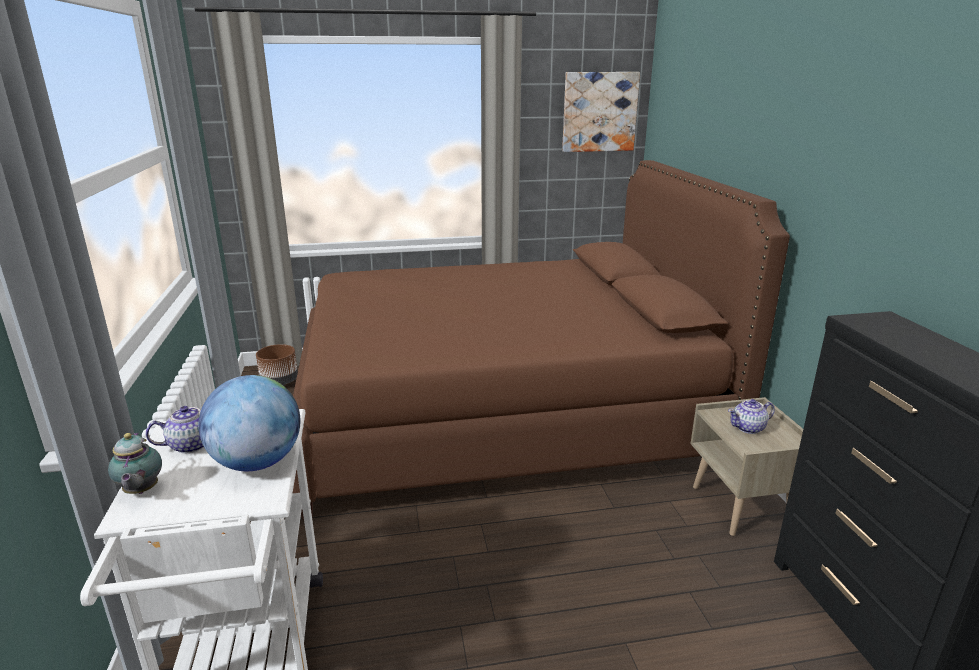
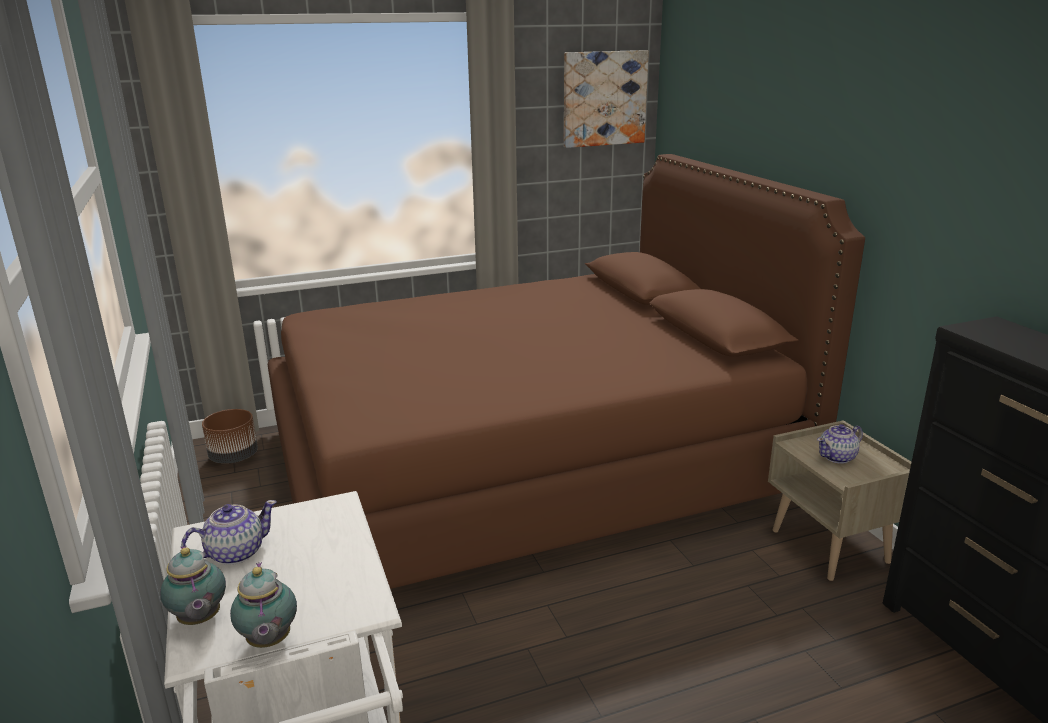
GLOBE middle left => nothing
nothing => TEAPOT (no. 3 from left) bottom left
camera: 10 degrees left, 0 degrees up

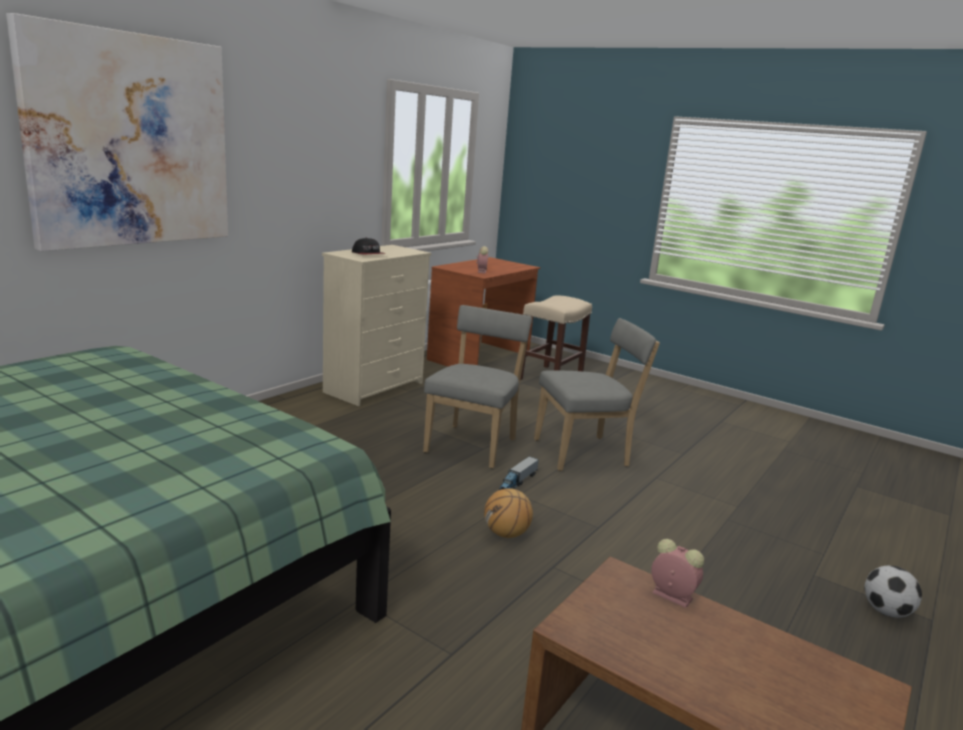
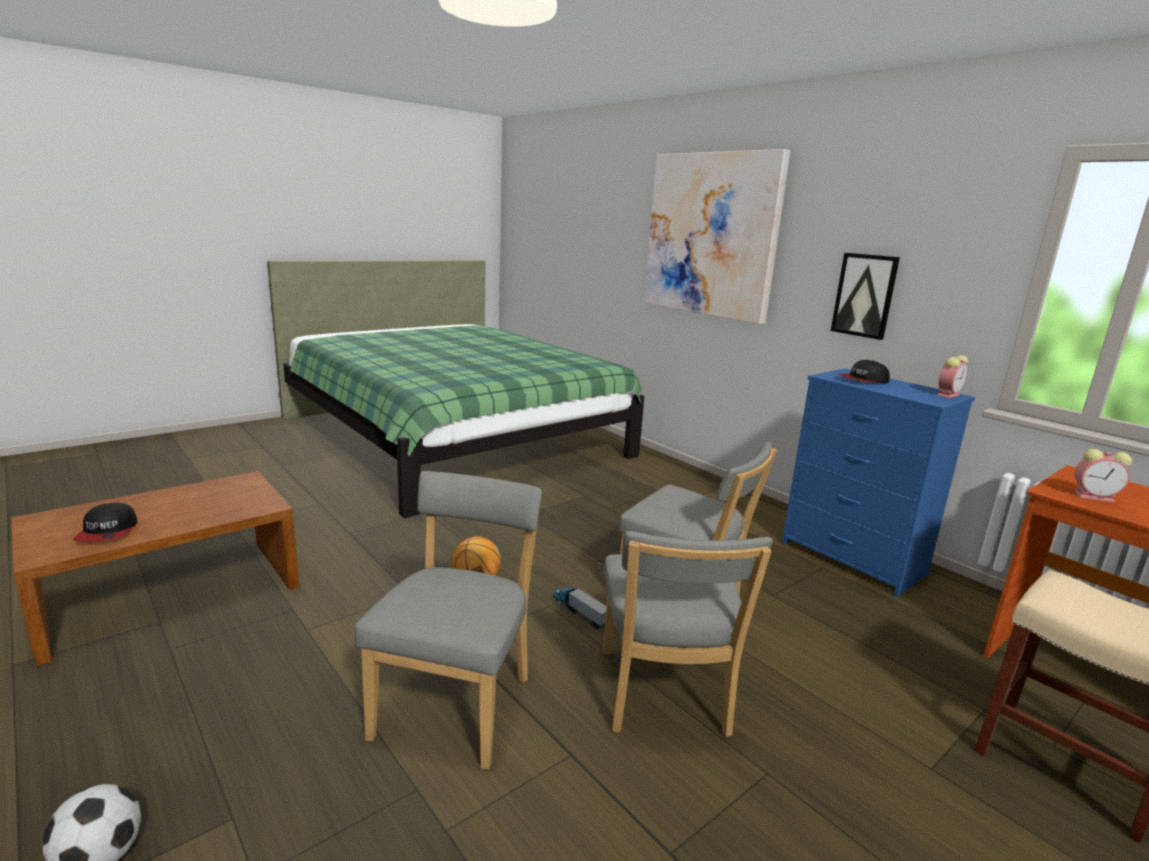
nothing => CAP (no. 1 from left) middle left
nothing => GREY CHAIR (no. 1 from left) bottom centre
nothing => PICTURE (no. 2 from left) middle right
ALARM CLOCK (no. 2 from left in the first image) bottom right => ALARM CLOCK (no. 1 from left) middle right, relocated
BEIGE DRESSER centre => BLUE DRESSER middle right
camera: 105 degrees right, 0 degrees up

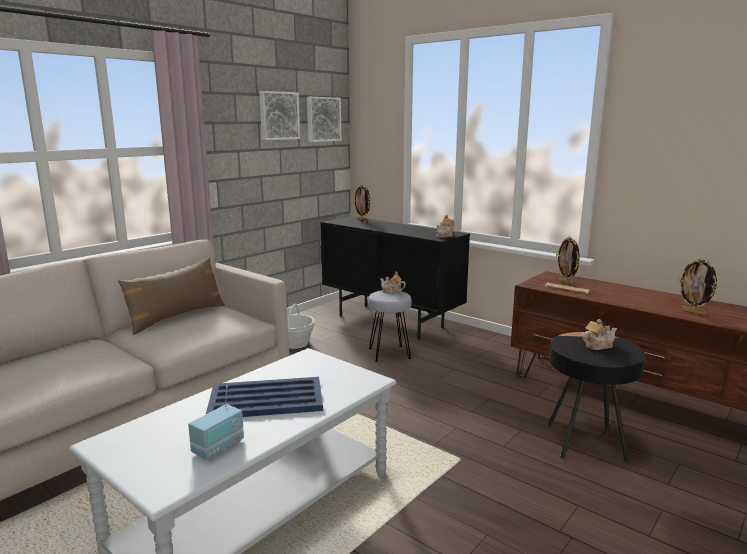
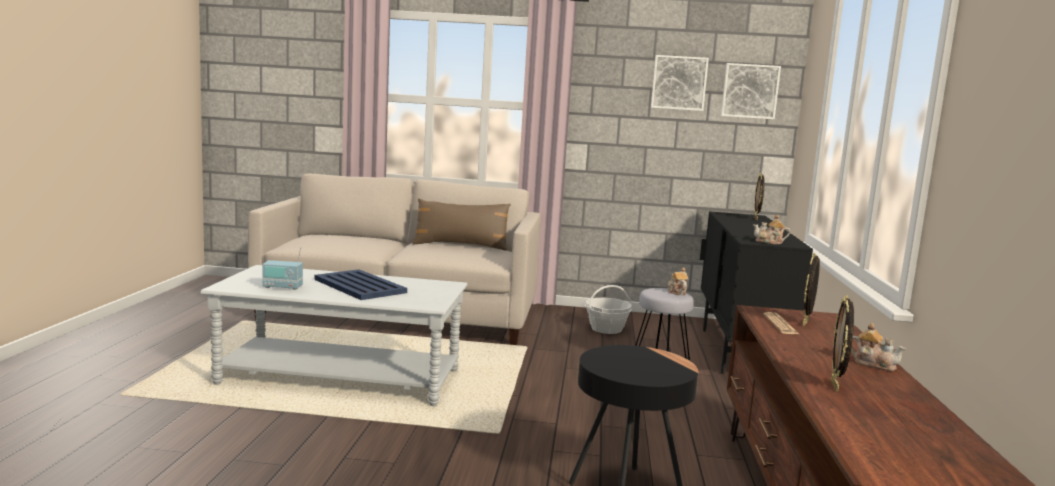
TEAPOT (no. 3 from left) middle right => TEAPOT (no. 3 from left) bottom right, relocated
camera: 55 degrees right, 5 degrees down

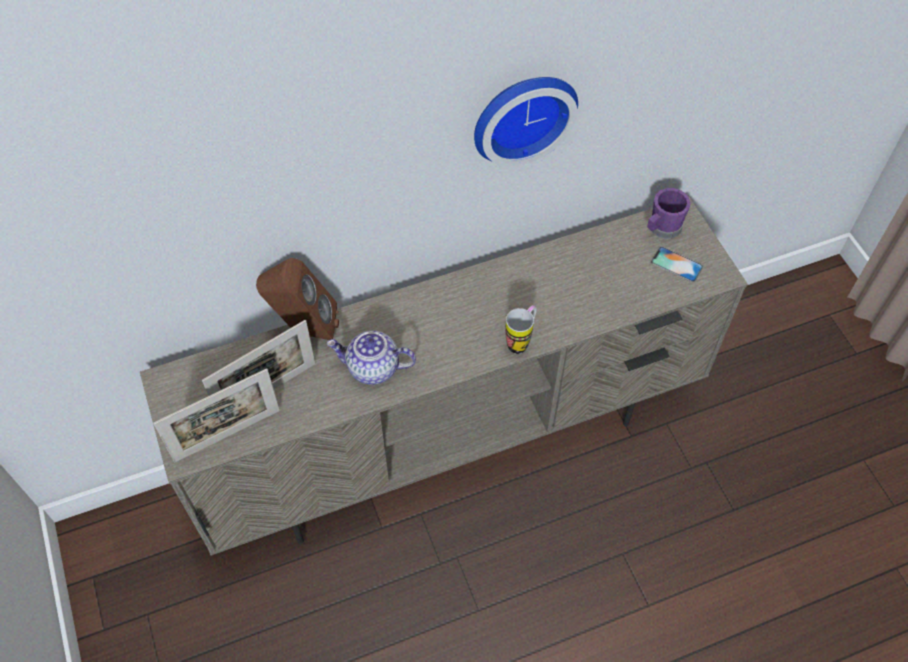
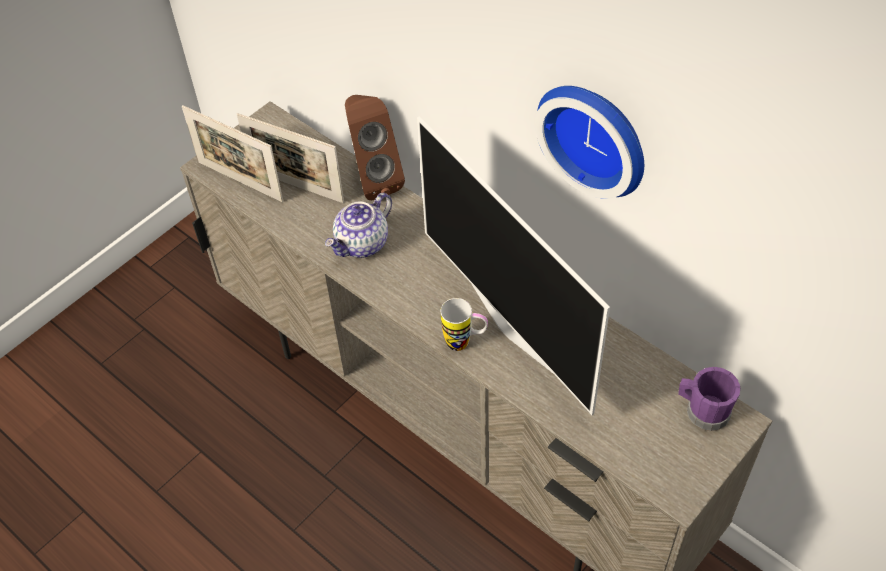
PHONE middle right => nothing
nothing => TELEVISION centre
TEAPOT centre, 120 degrees counterclockwise
camera: 65 degrees right, 5 degrees down

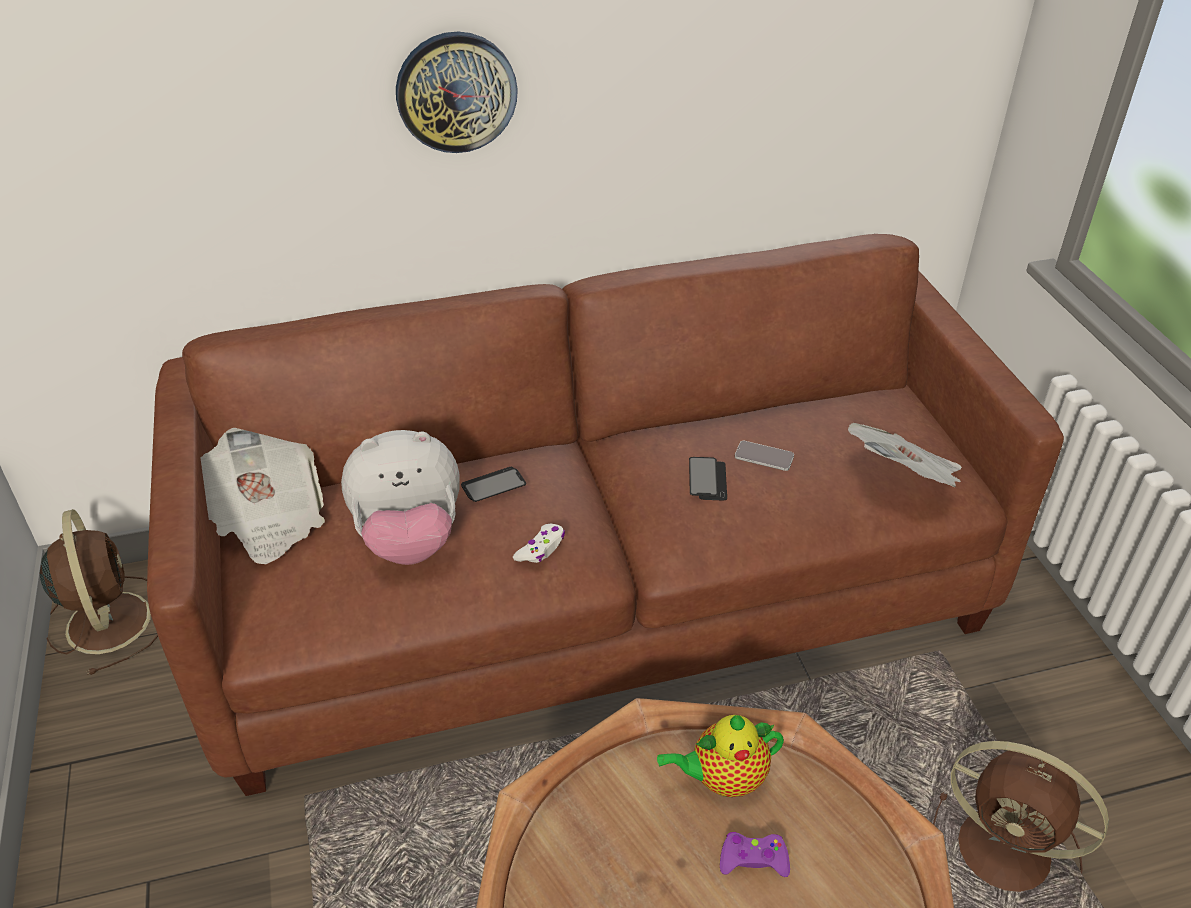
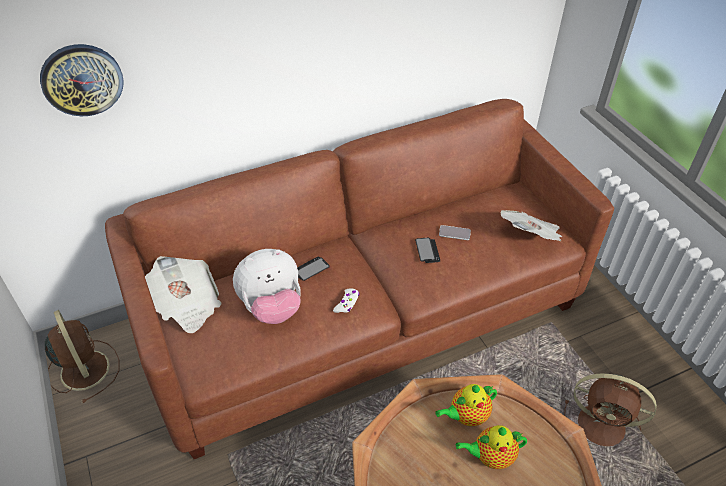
WALL CLOCK top centre => WALL CLOCK top left, relocated
PURPLE GAME CONTROLLER bottom centre => TEAPOT (no. 2 from left) bottom right
camera: 10 degrees left, 5 degrees up

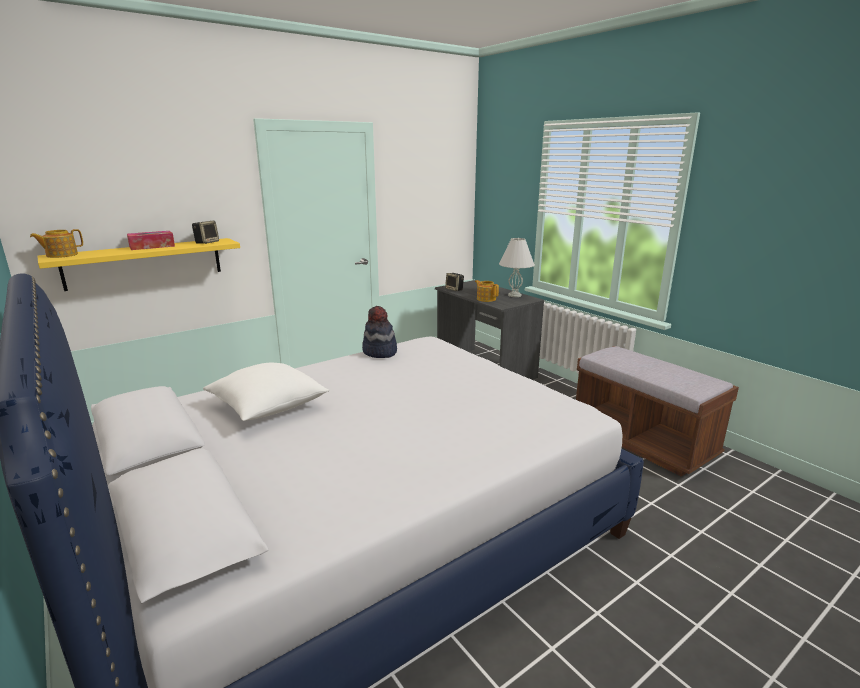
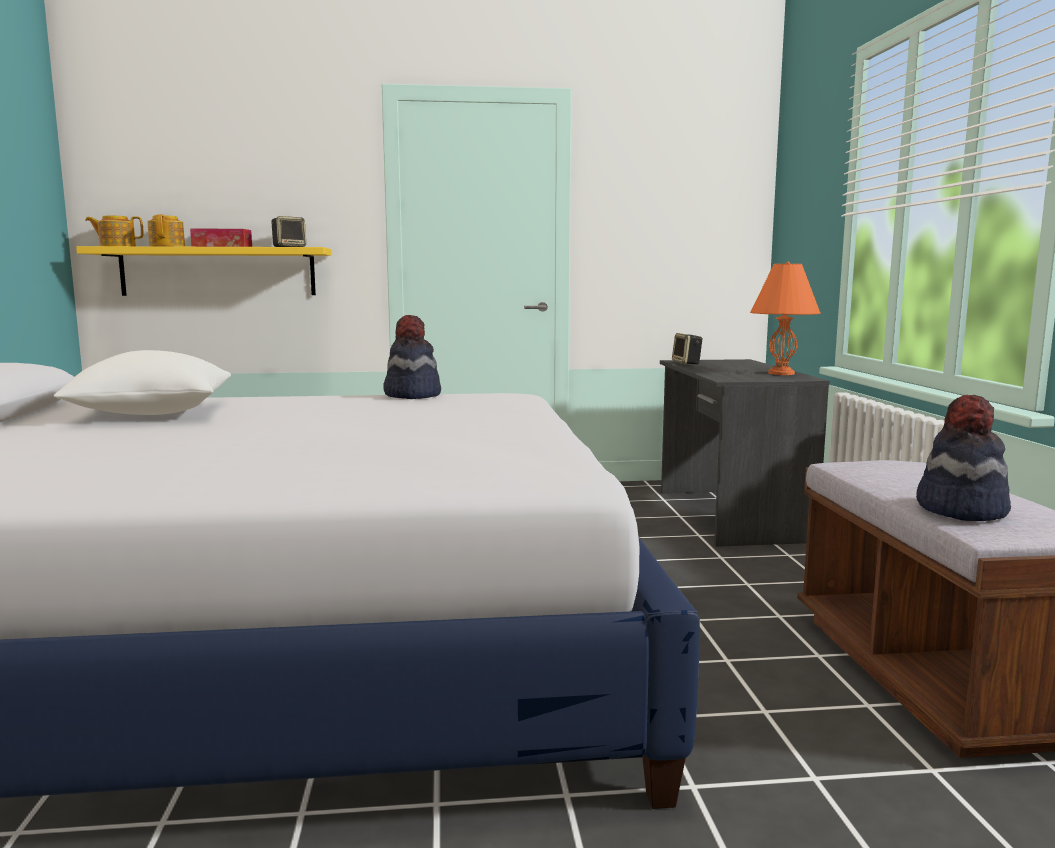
nothing => HAT (no. 2 from left) middle right
TEAPOT (no. 2 from left) centre => TEAPOT (no. 2 from left) top left, relocated
WHITE TABLE LAMP centre => ORANGE TABLE LAMP middle right
camera: 30 degrees right, 10 degrees down

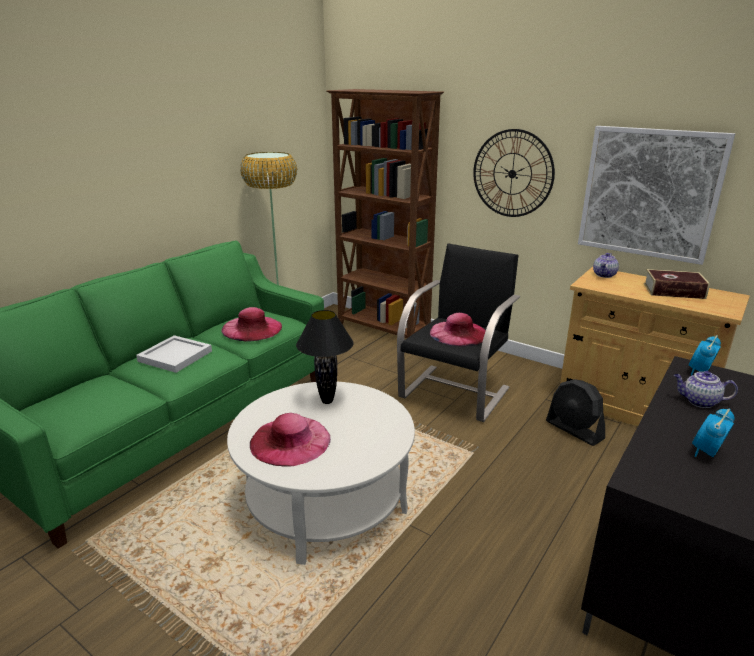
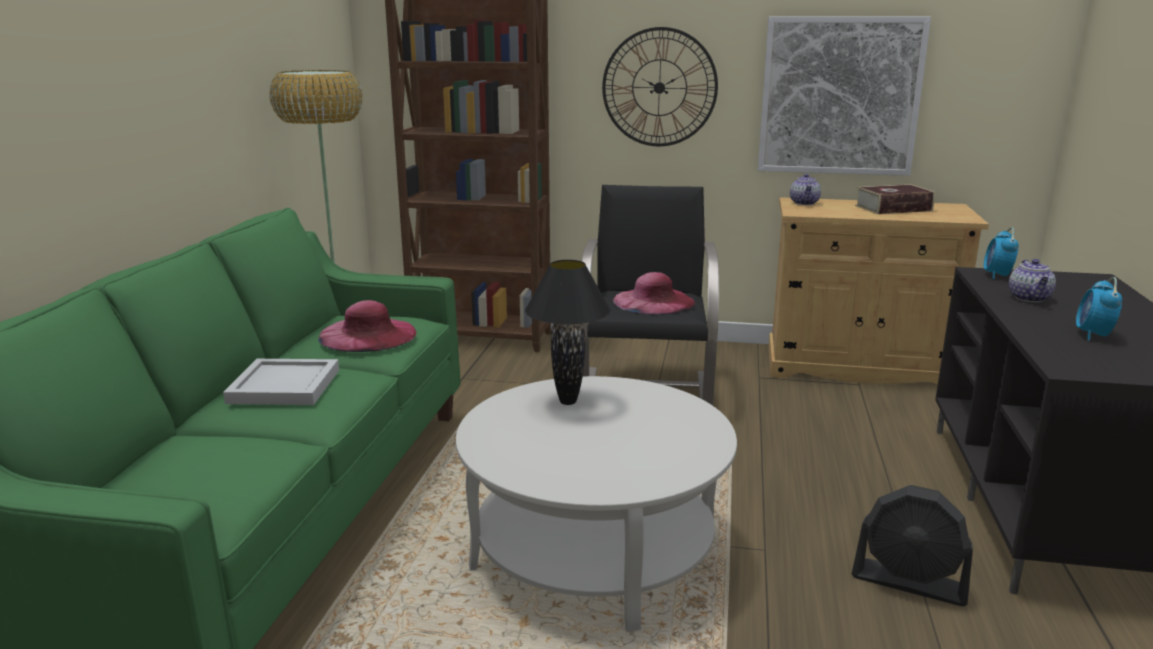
PINK HAT (no. 2 from left) bottom centre => nothing
BLACK FAN middle right => BLACK FAN bottom right, relocated
TEAPOT (no. 2 from left) middle right, 75 degrees counterclockwise
camera: 25 degrees left, 5 degrees down

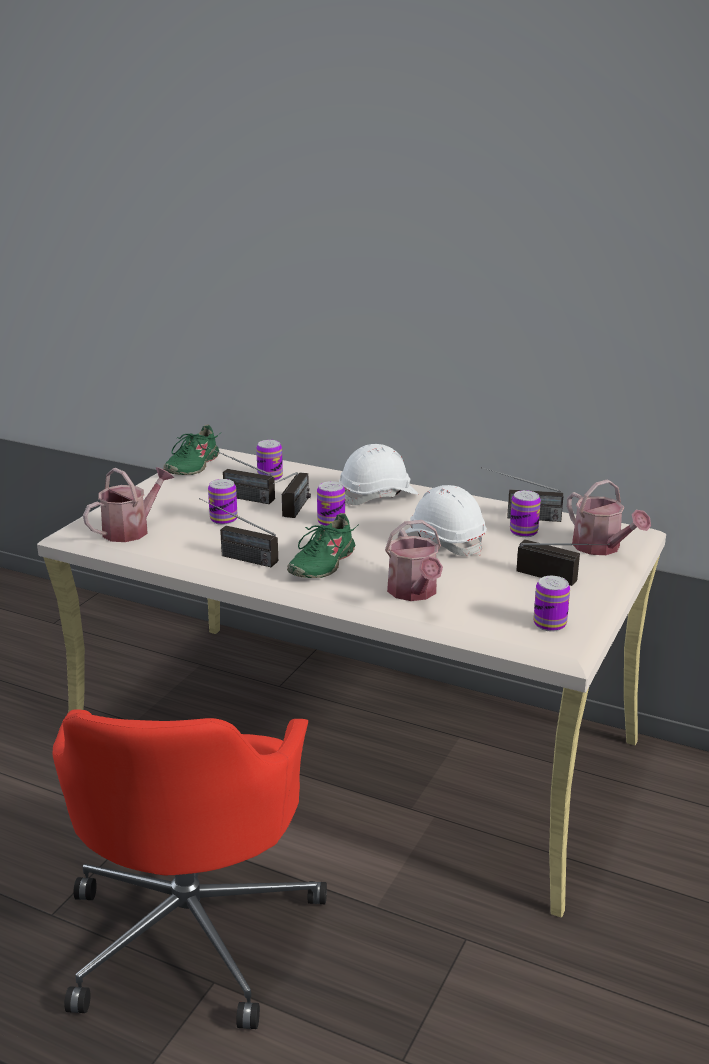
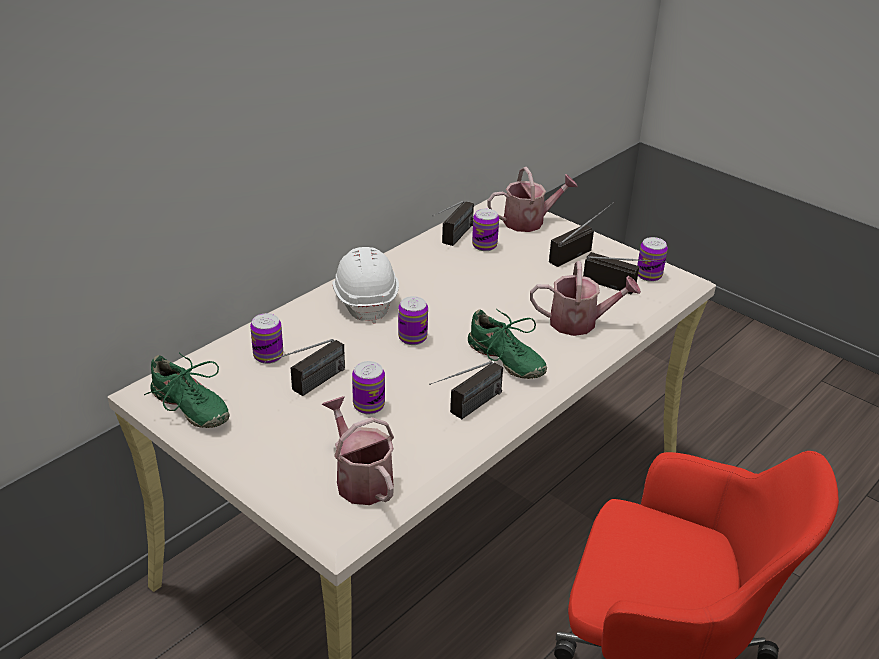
WHITE HARD HAT (no. 2 from left) centre => nothing
RADIO (no. 3 from left in the first image) centre => RADIO (no. 5 from left) middle right, relocated
camera: 75 degrees left, 10 degrees up

